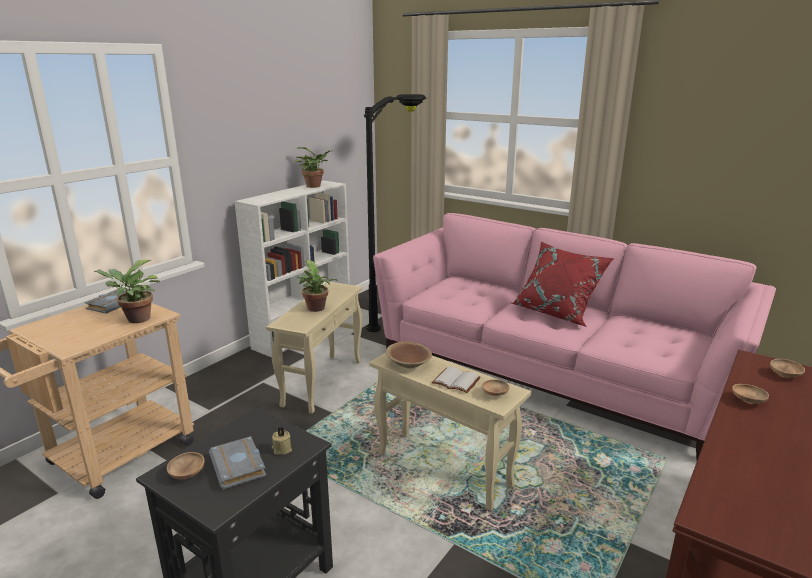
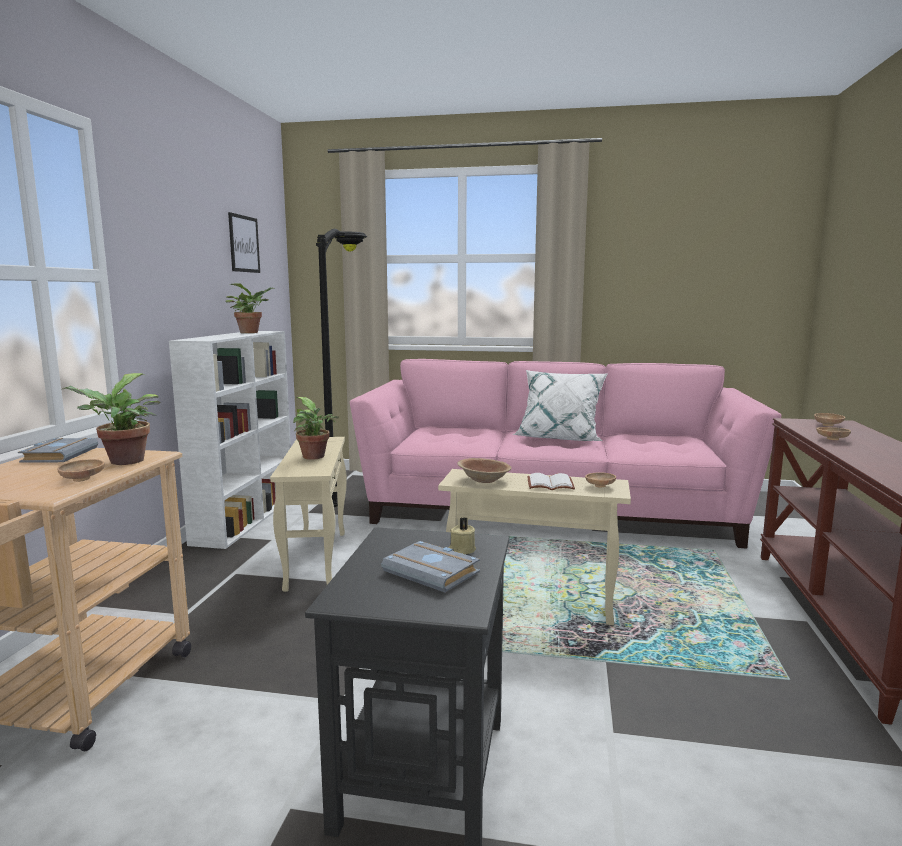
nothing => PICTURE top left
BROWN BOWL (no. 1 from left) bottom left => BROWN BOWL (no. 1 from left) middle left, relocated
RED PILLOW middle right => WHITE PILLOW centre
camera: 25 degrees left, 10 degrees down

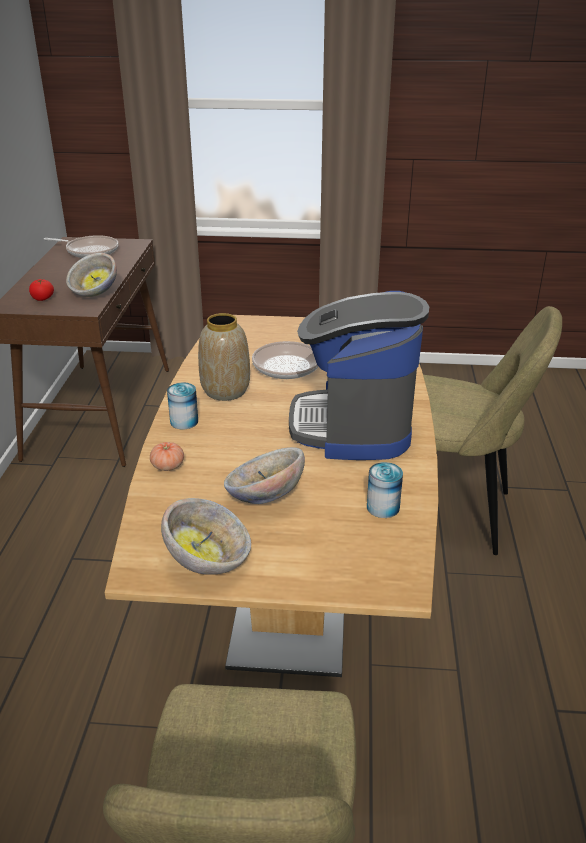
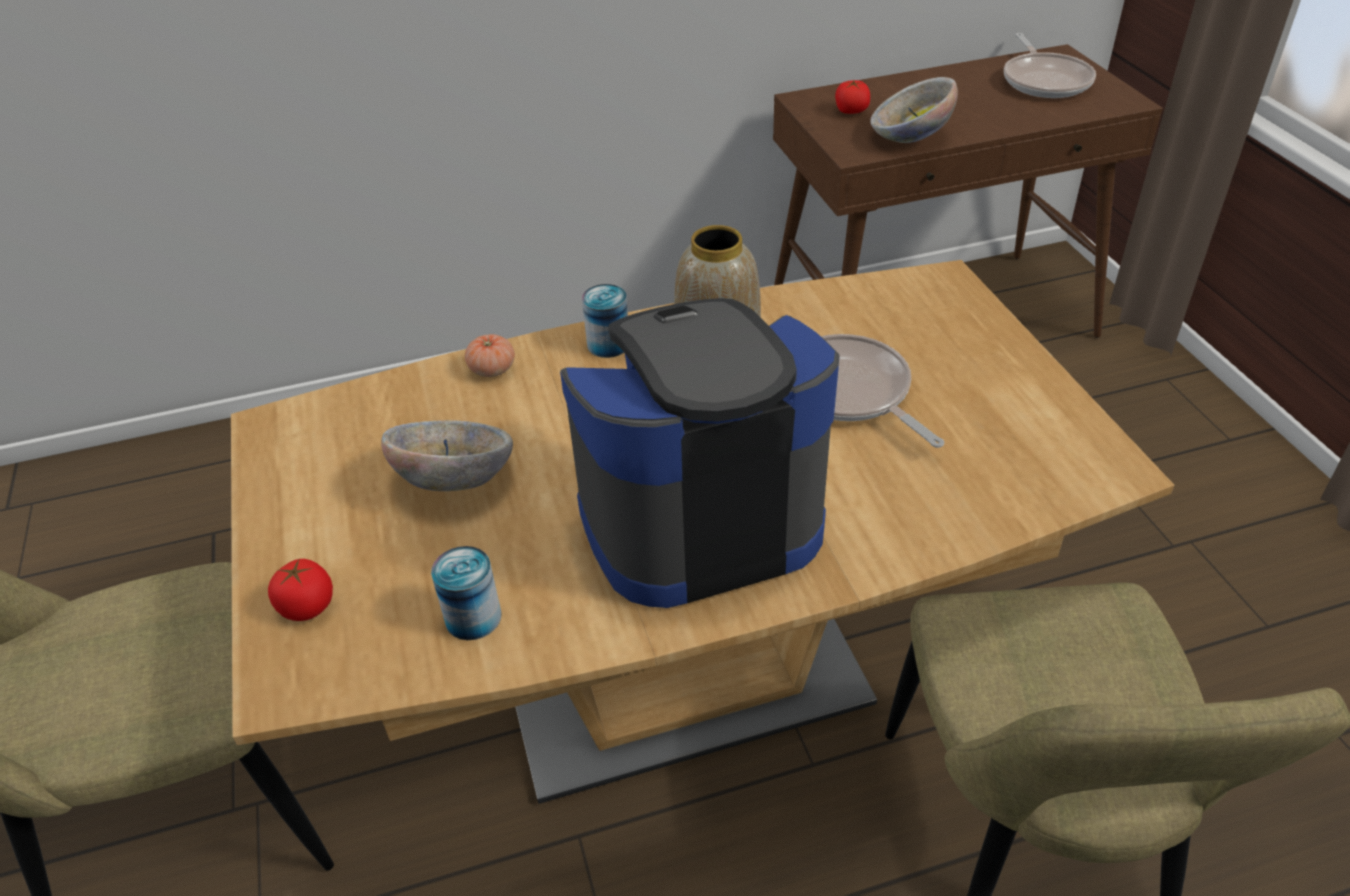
BOWL (no. 2 from left) centre => nothing
nothing => TOMATO (no. 1 from left) middle left
camera: 70 degrees right, 10 degrees up

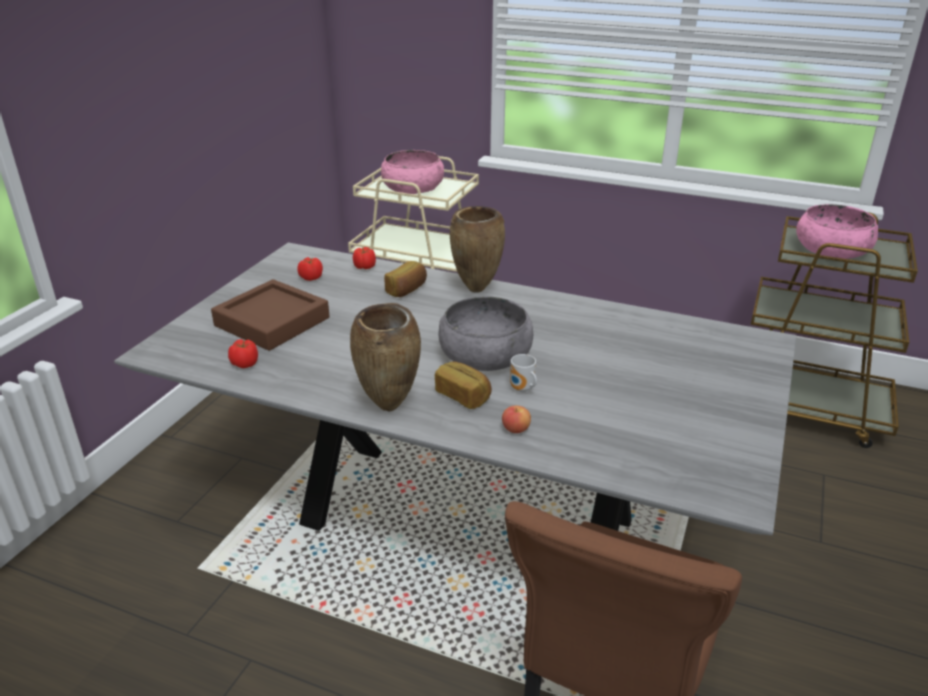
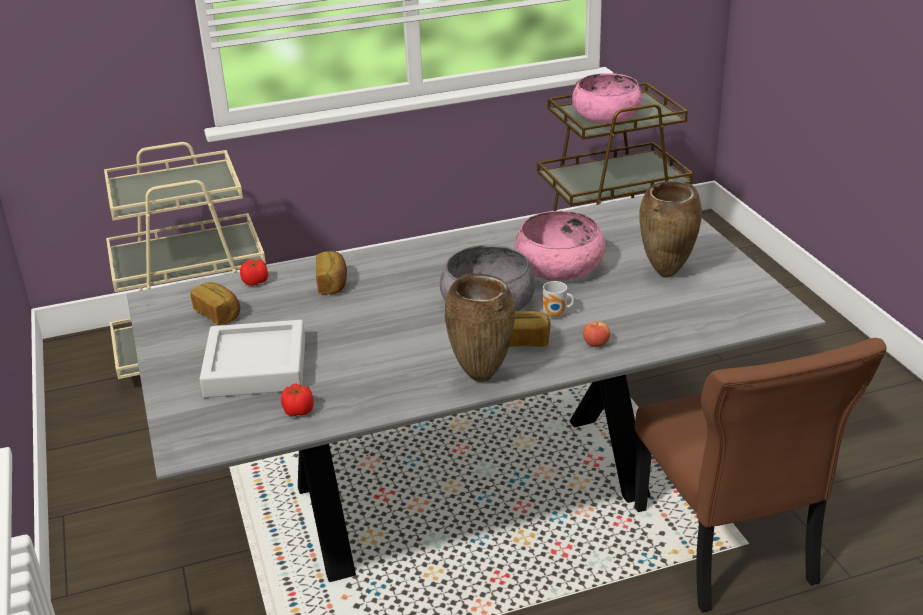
PINK BOWL (no. 1 from left) top centre => PINK BOWL (no. 1 from left) centre, relocated
BROWN VASE (no. 2 from left) centre => BROWN VASE (no. 2 from left) middle right, relocated
TOMATO (no. 2 from left) centre => BREAD (no. 1 from left) middle left
BROWN TRAY middle left => GREY TRAY middle left
camera: 40 degrees left, 0 degrees up

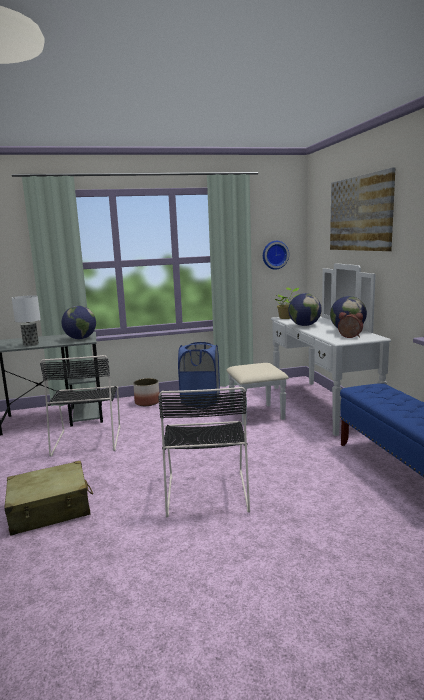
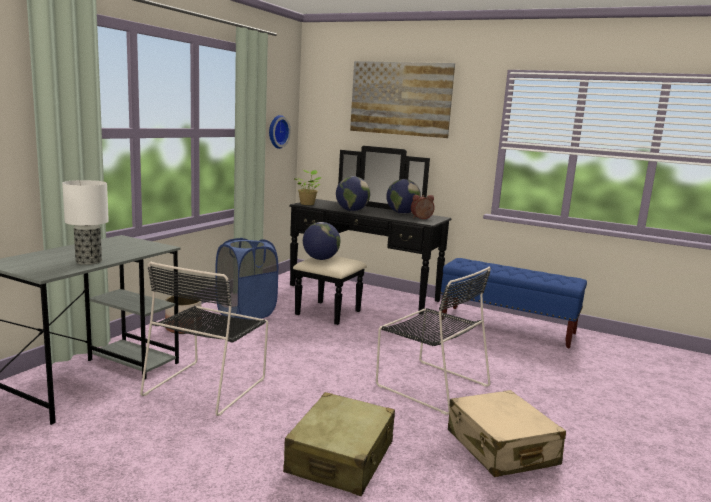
nothing => BEIGE SUITCASE (no. 2 from left) bottom right
GLOBE (no. 1 from left) middle left => GLOBE (no. 1 from left) centre, relocated
WHITE DRESSER middle right => BLACK DRESSER centre
BLACK CHAIR (no. 1 from left) middle left => BLACK CHAIR (no. 1 from left) bottom left, 75 degrees clockwise
camera: 50 degrees left, 0 degrees up

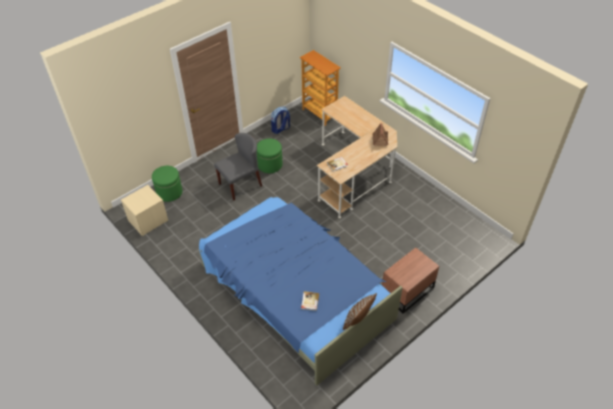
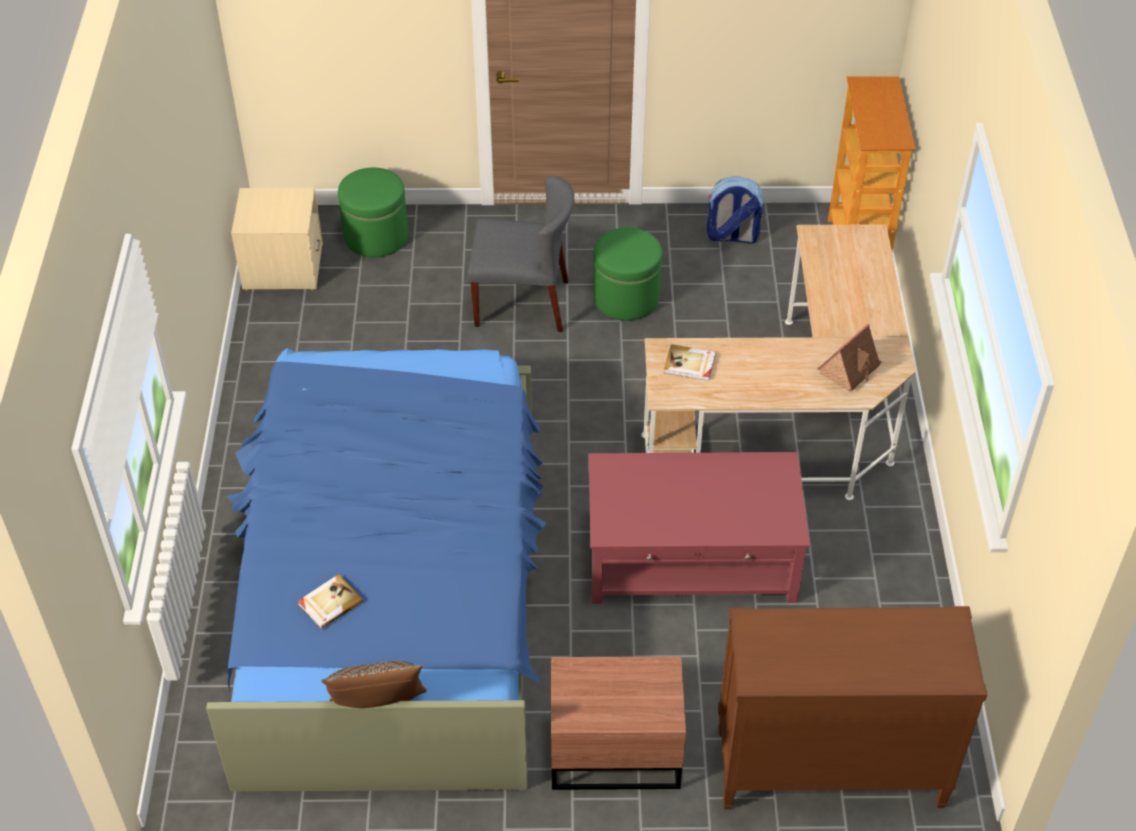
nothing => RED COFFEE TABLE centre
nothing => BROWN DRESSER bottom right
camera: 40 degrees right, 0 degrees up

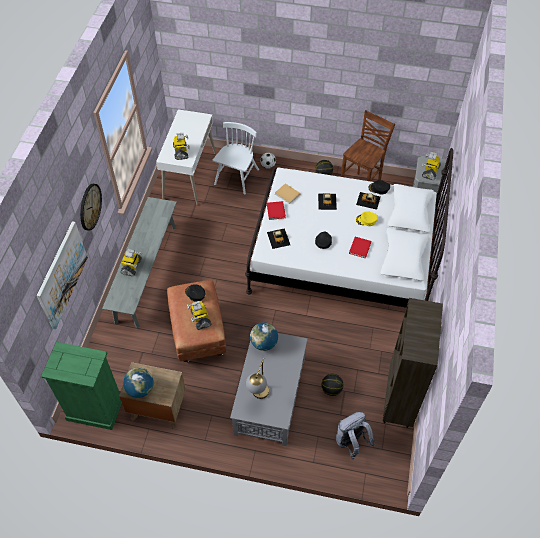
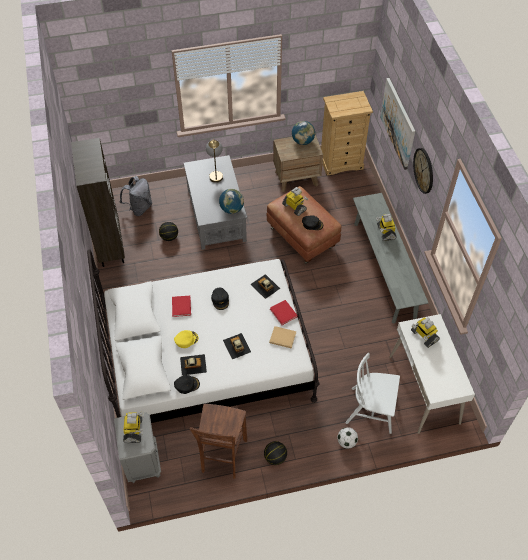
GREEN DRESSER bottom left => BEIGE DRESSER top centre
WHITE CHAIR top centre => WHITE CHAIR bottom right, 105 degrees clockwise
camera: 155 degrees right, 0 degrees up

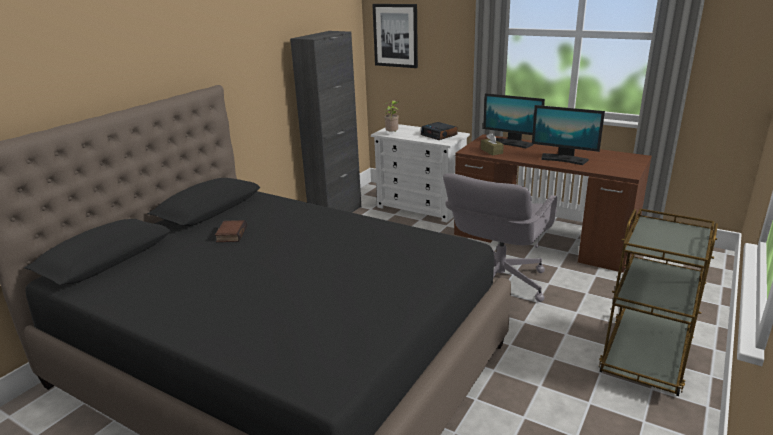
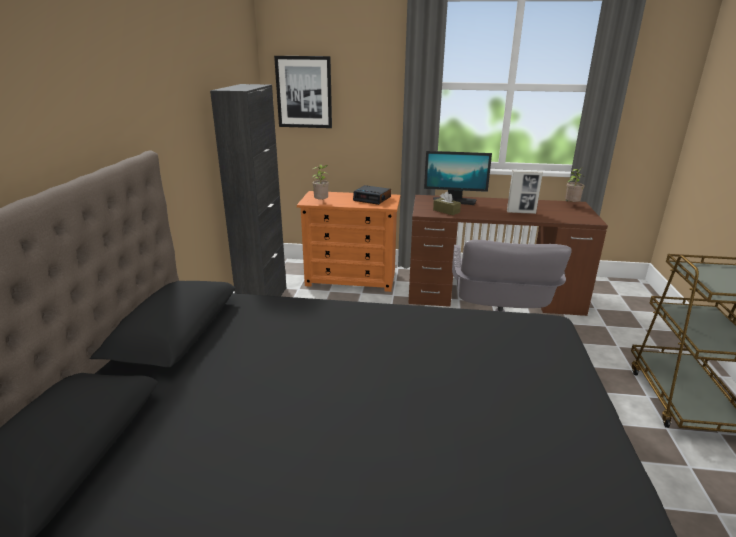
BOOK middle left => nothing
nothing => POTTED PLANT (no. 2 from left) middle right
MONITOR (no. 2 from left) top right => PICTURE FRAME middle right
WHITE DRESSER centre => ORANGE DRESSER centre
camera: 25 degrees left, 0 degrees up

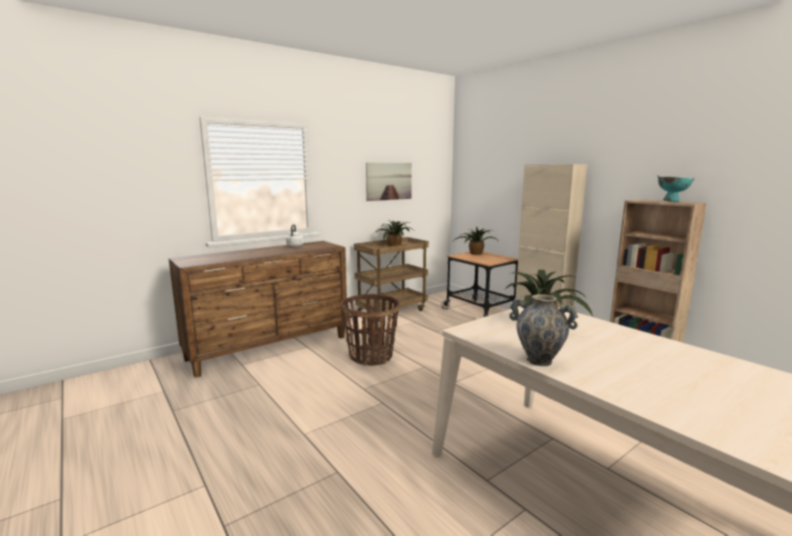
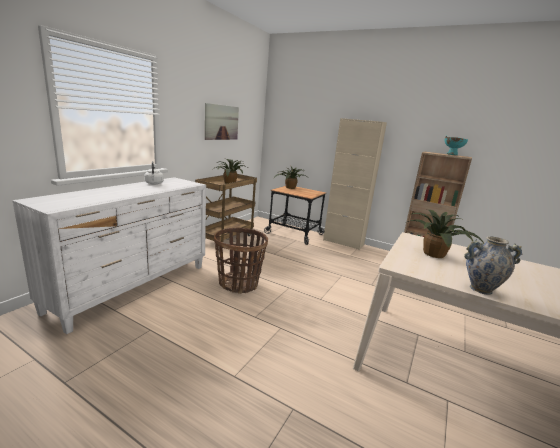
BROWN DRESSER middle left => WHITE DRESSER middle left
camera: 25 degrees left, 5 degrees up

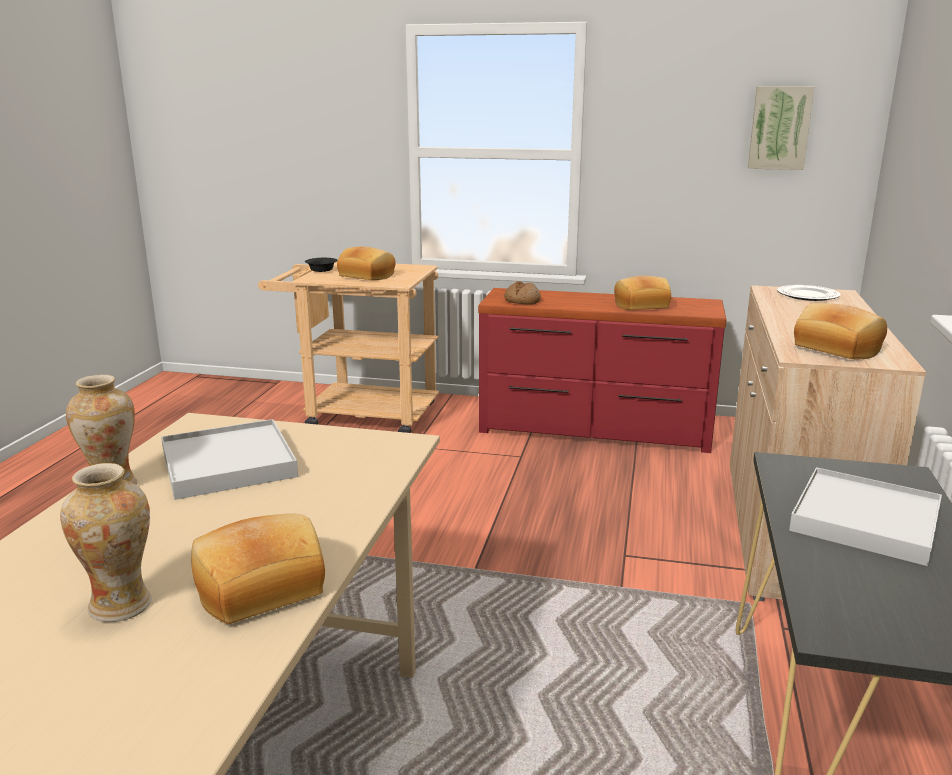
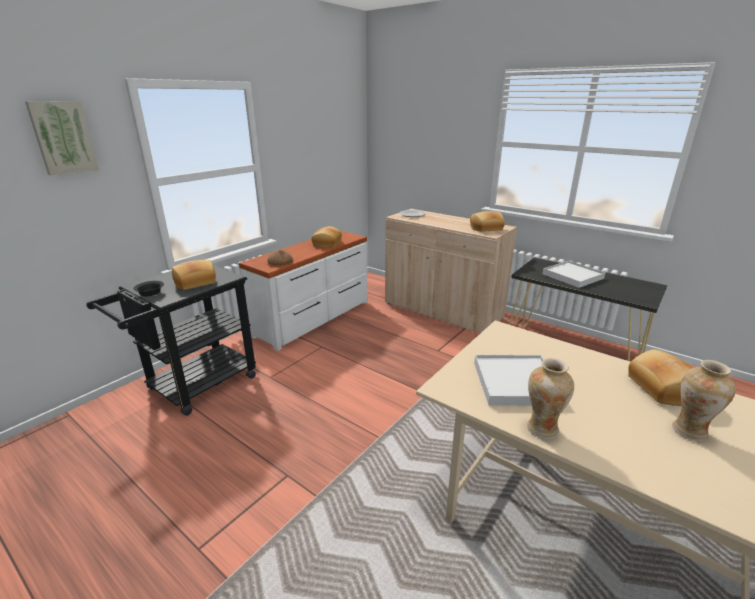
PICTURE top right => PICTURE top left, relocated
BEIGE CART centre => BLACK CART middle left
RED DRESSER centre => WHITE DRESSER centre
camera: 65 degrees left, 5 degrees up

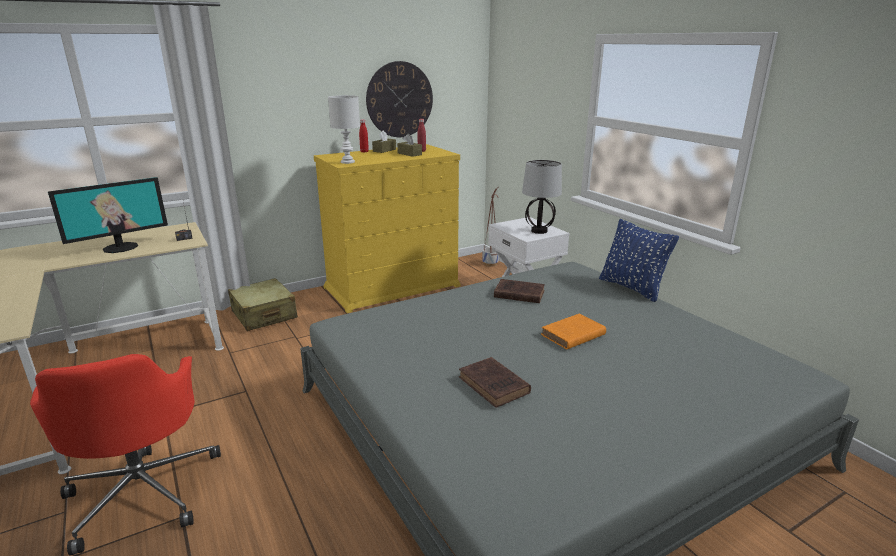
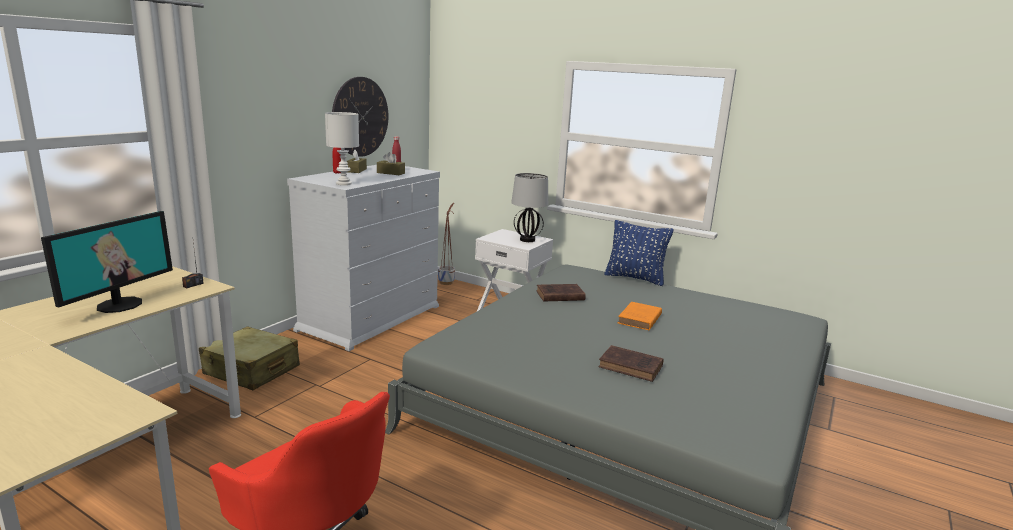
YELLOW DRESSER centre => WHITE DRESSER centre
camera: 30 degrees left, 5 degrees down

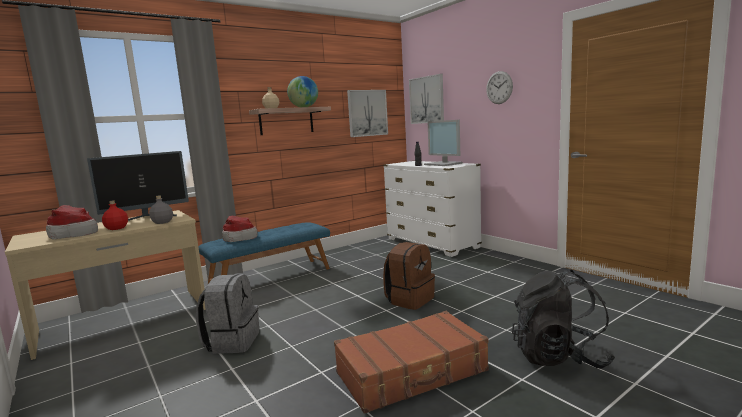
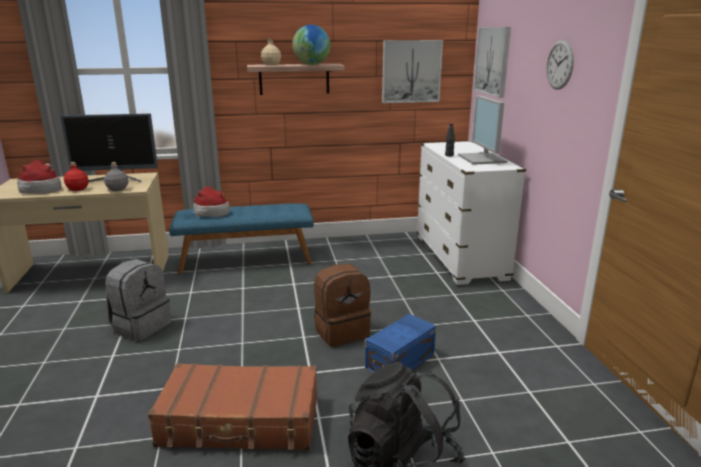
nothing => BLUE STORAGE BOX bottom centre
camera: 25 degrees right, 10 degrees up

